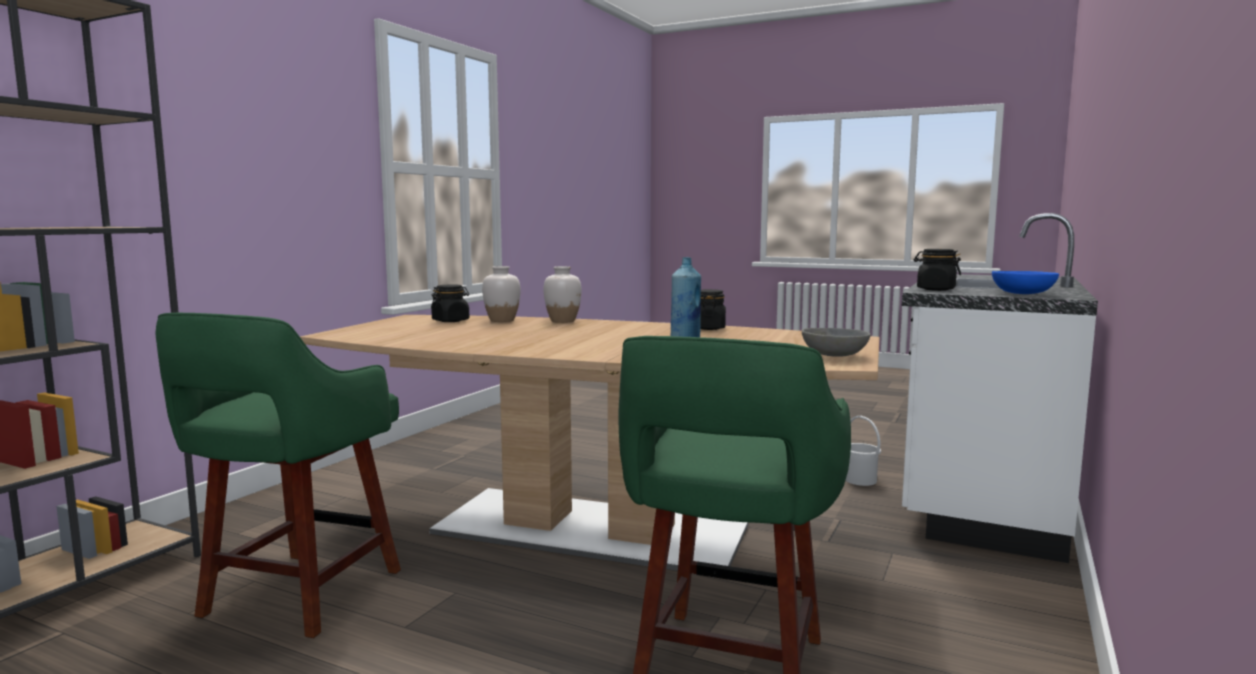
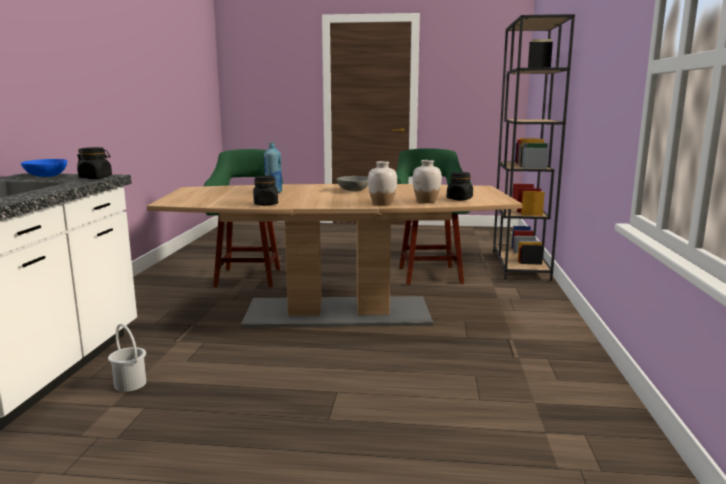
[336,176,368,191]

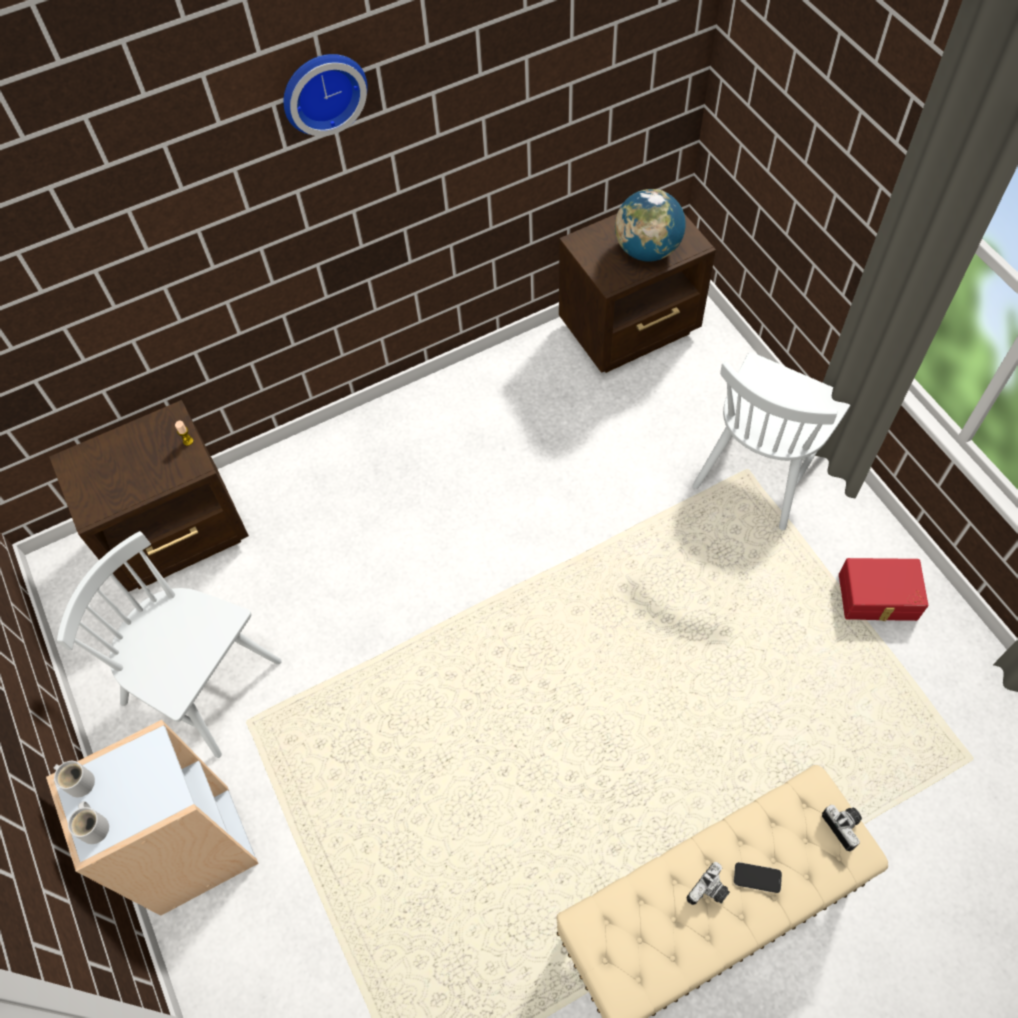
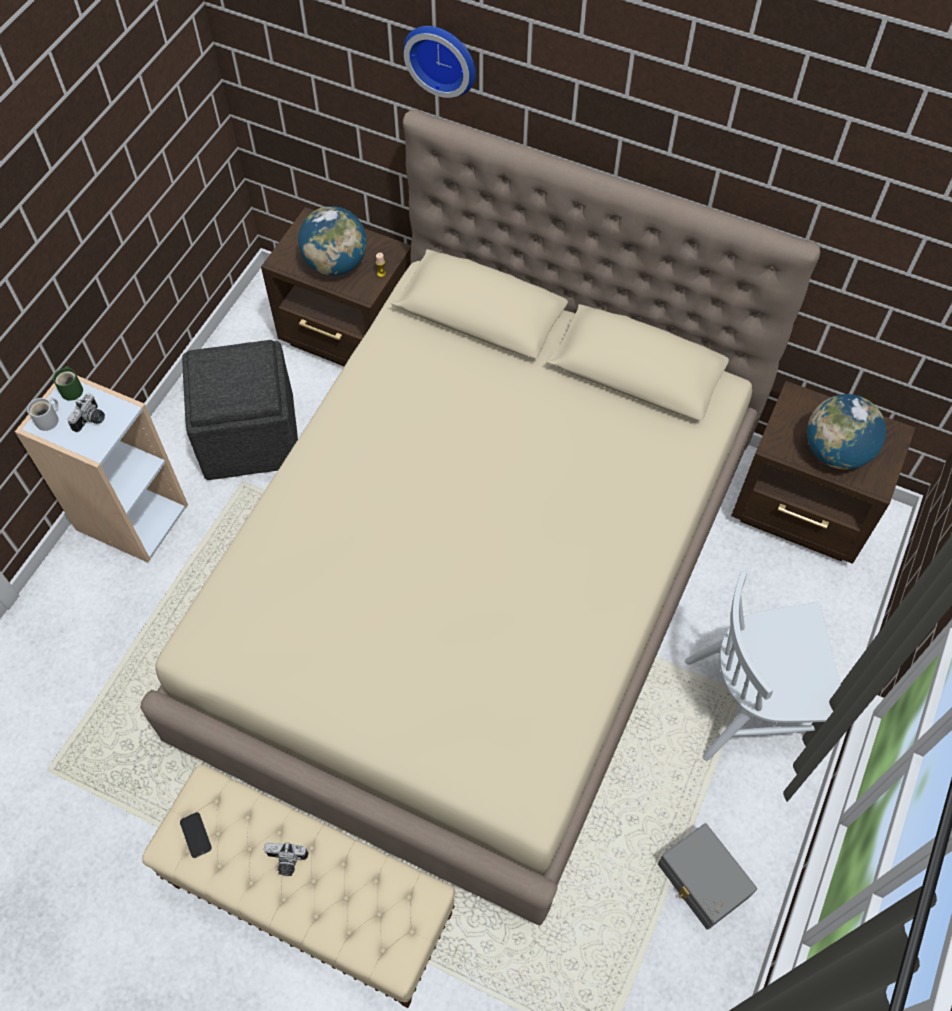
[53,366,83,401]
[67,393,105,432]
[140,109,820,926]
[180,812,212,858]
[182,340,298,480]
[298,206,367,276]
[404,26,476,98]
[658,823,757,930]

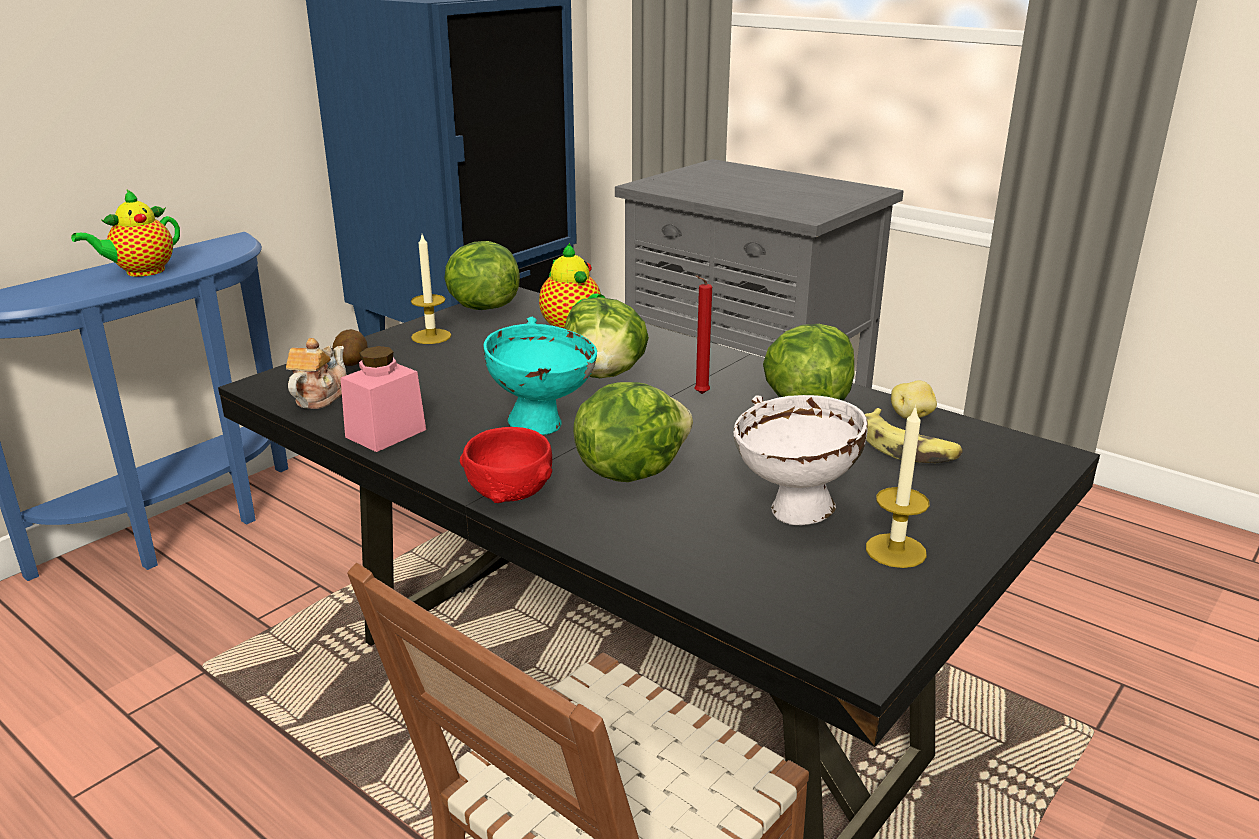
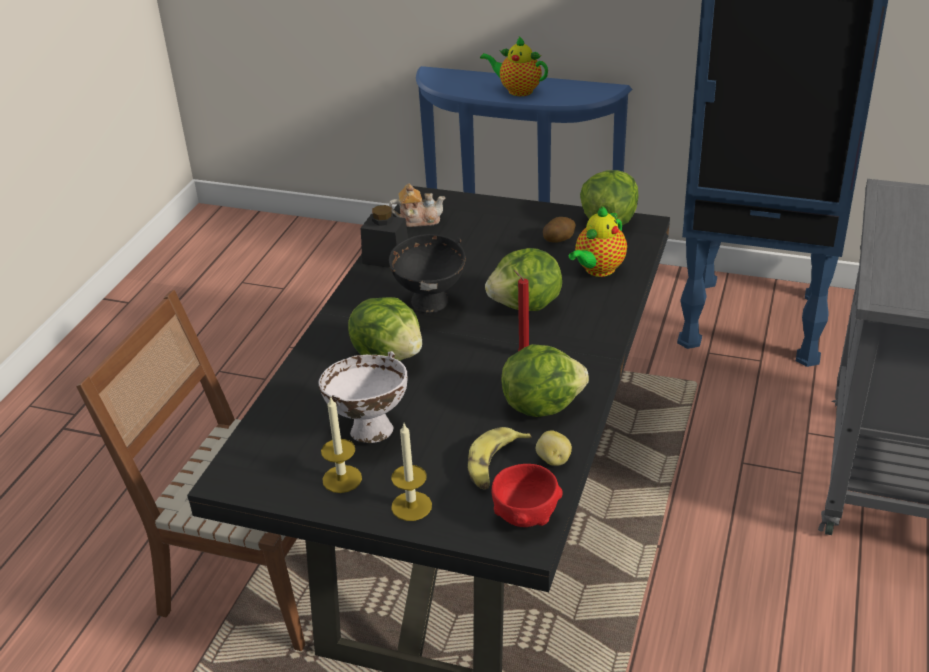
[361,205,408,268]
[389,234,466,313]
[391,424,432,521]
[492,464,563,527]
[543,217,576,243]

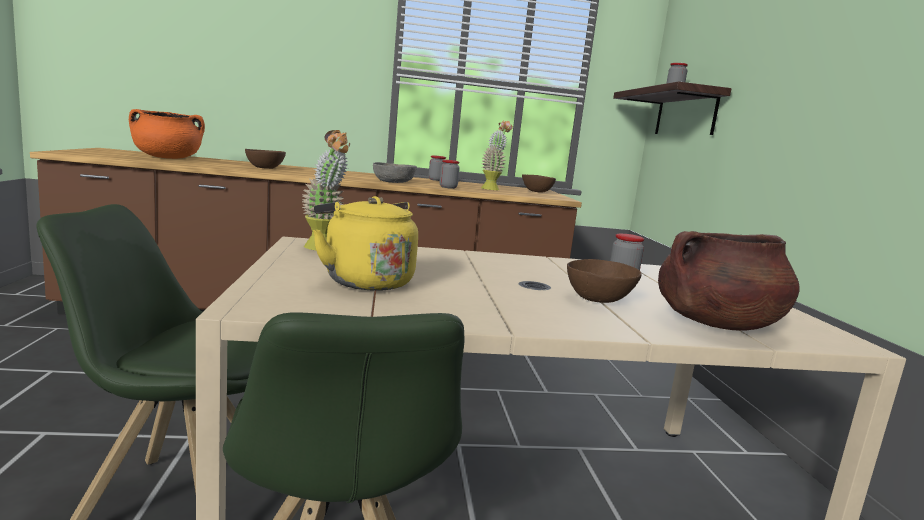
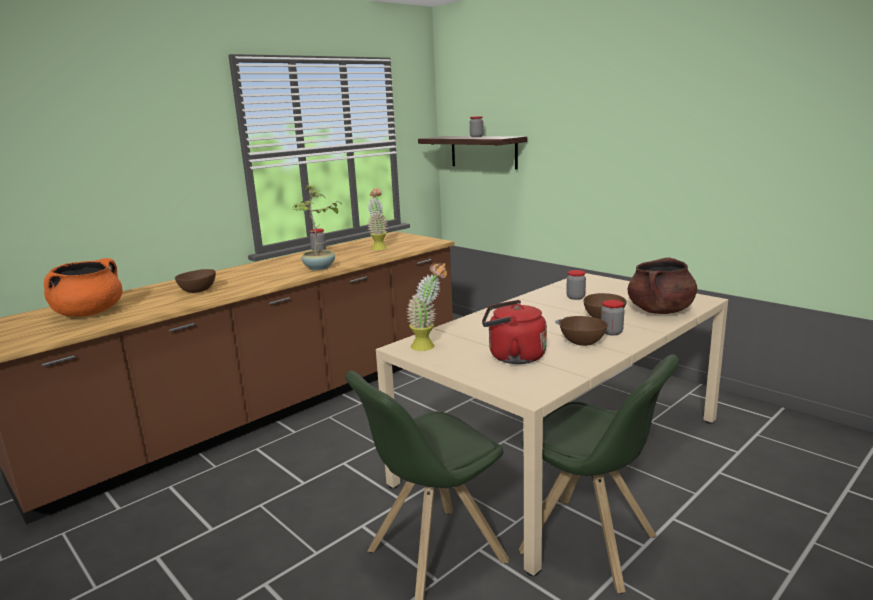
[292,185,342,270]
[482,300,547,364]
[559,316,608,346]
[601,300,624,335]

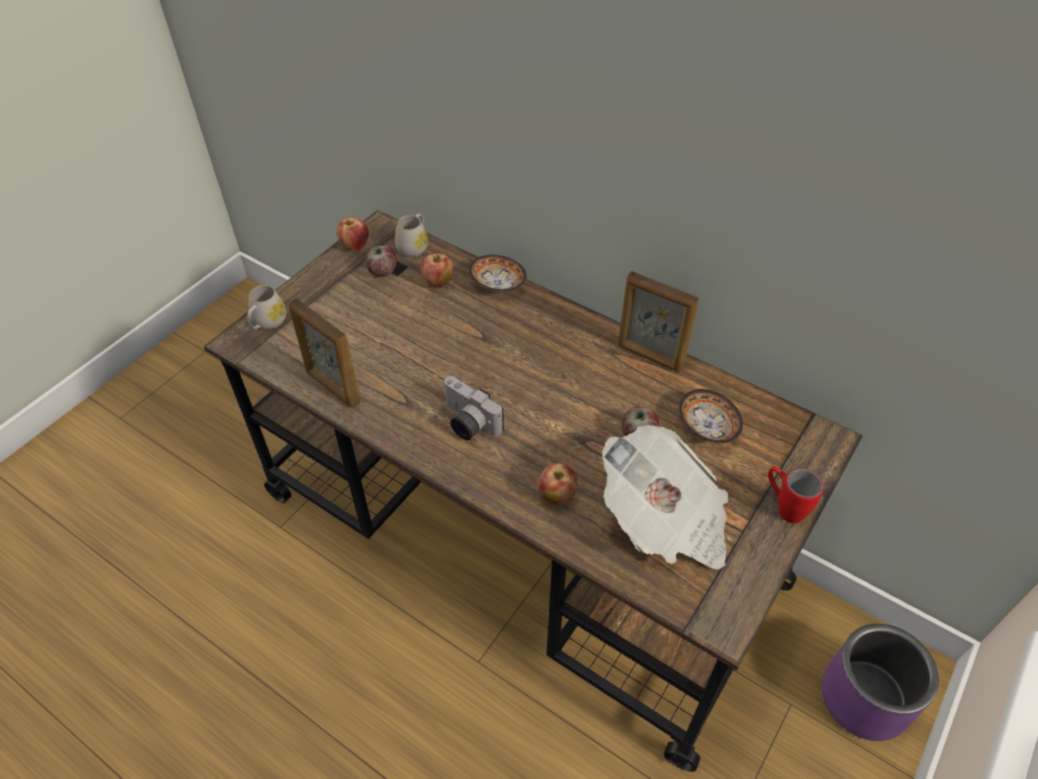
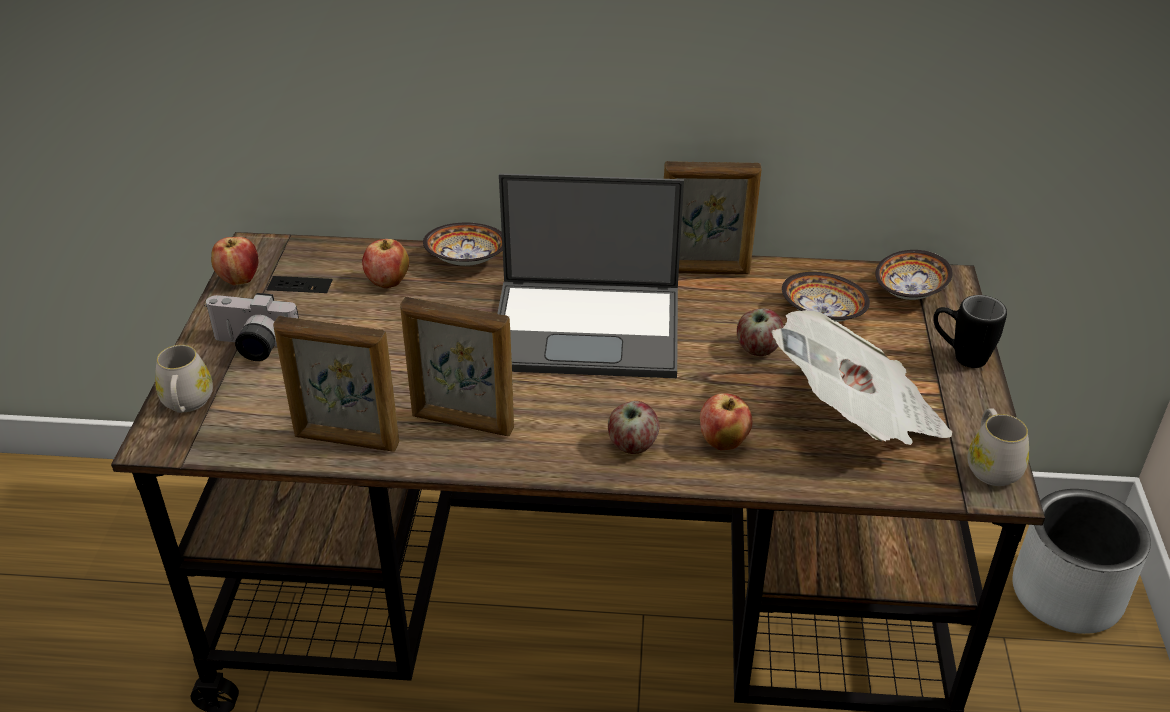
[204,293,299,361]
[400,297,514,436]
[497,173,684,378]
[608,401,659,454]
[875,250,953,300]
[933,295,1007,368]
[968,408,1029,486]
[1012,489,1151,634]

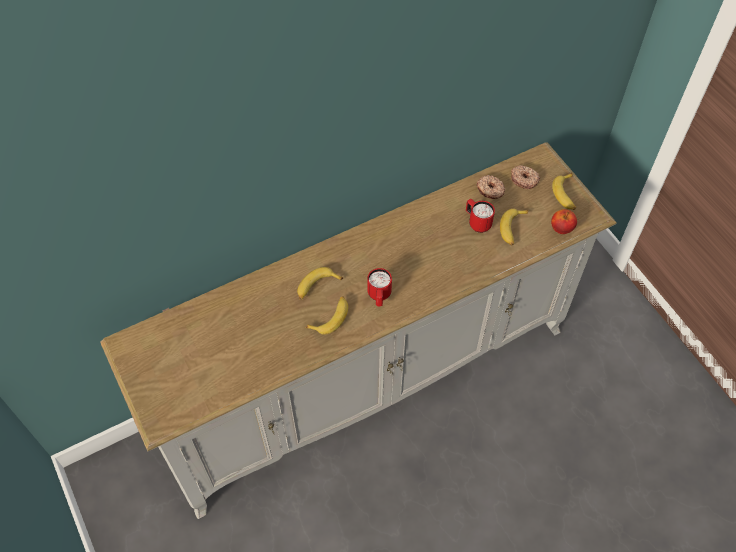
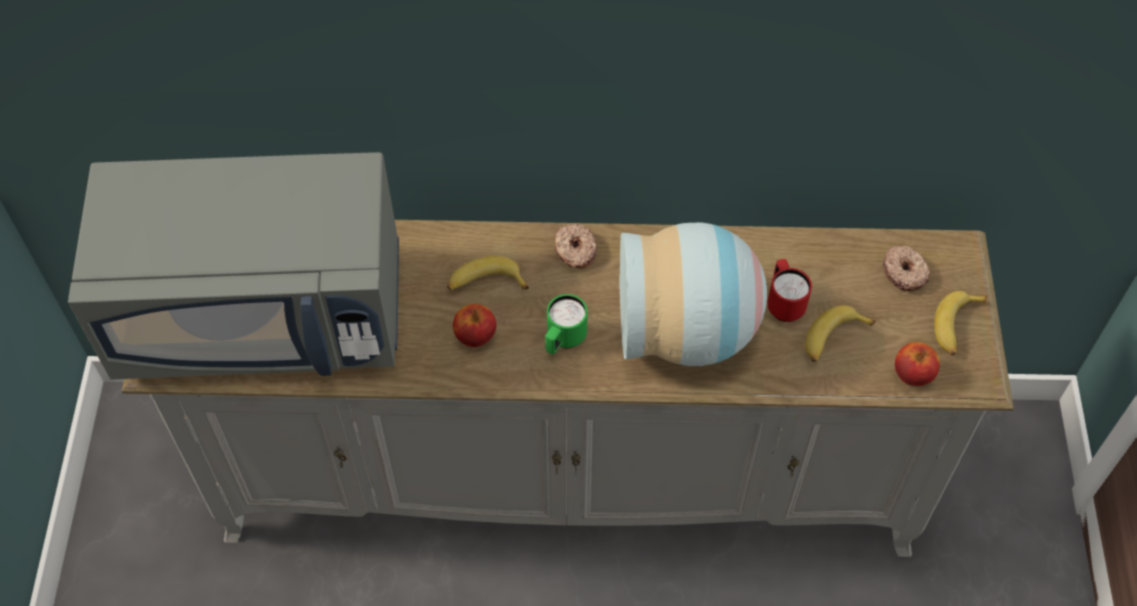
[68,152,399,380]
[453,304,497,347]
[545,294,588,354]
[554,224,597,269]
[619,222,767,366]

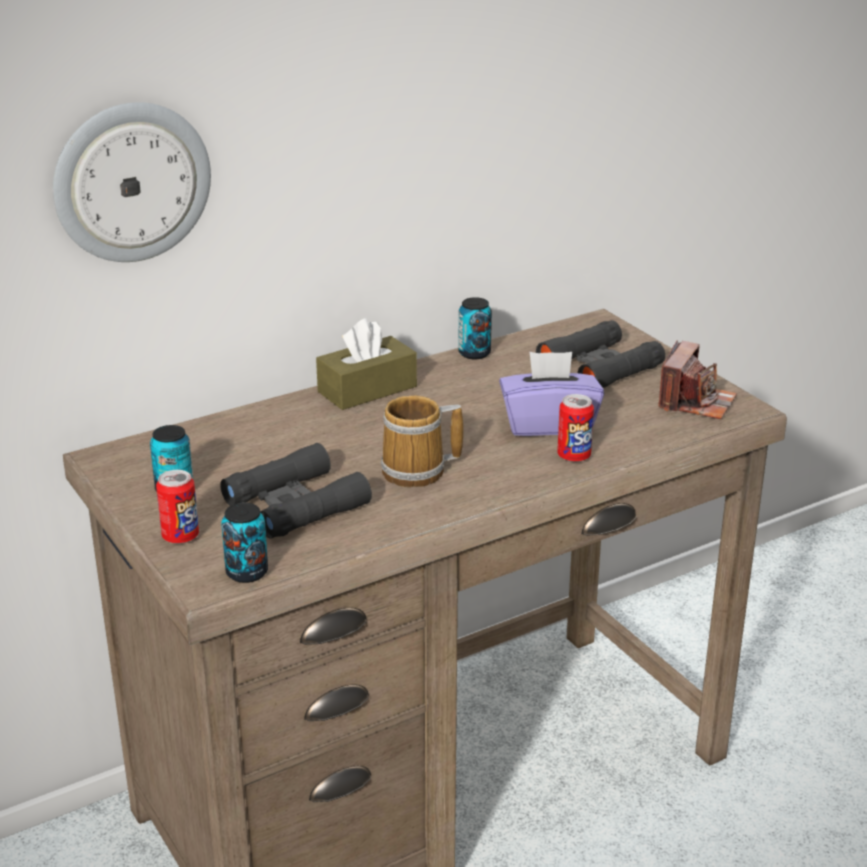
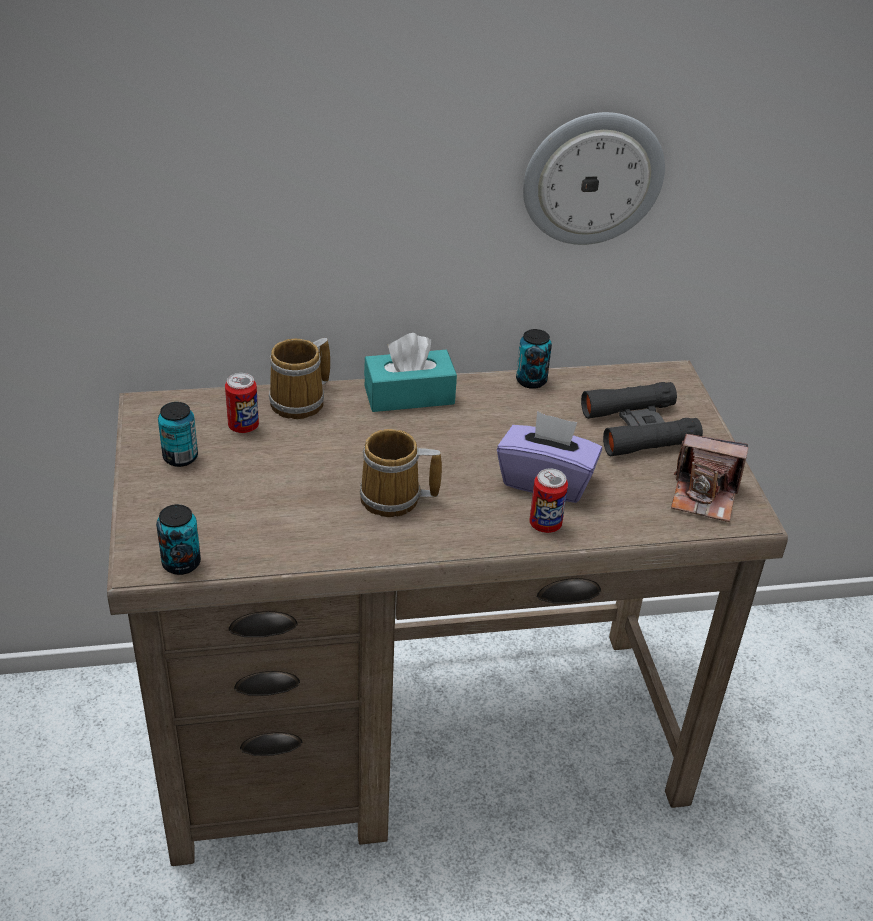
[225,373,259,433]
[269,338,330,419]
[364,333,457,412]
[523,112,665,245]
[671,434,748,522]
[220,443,372,539] (first image)

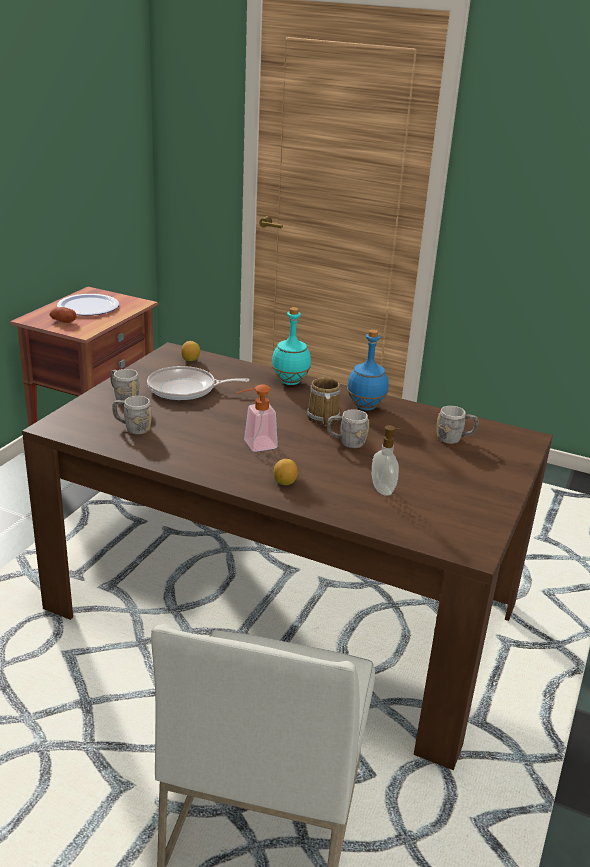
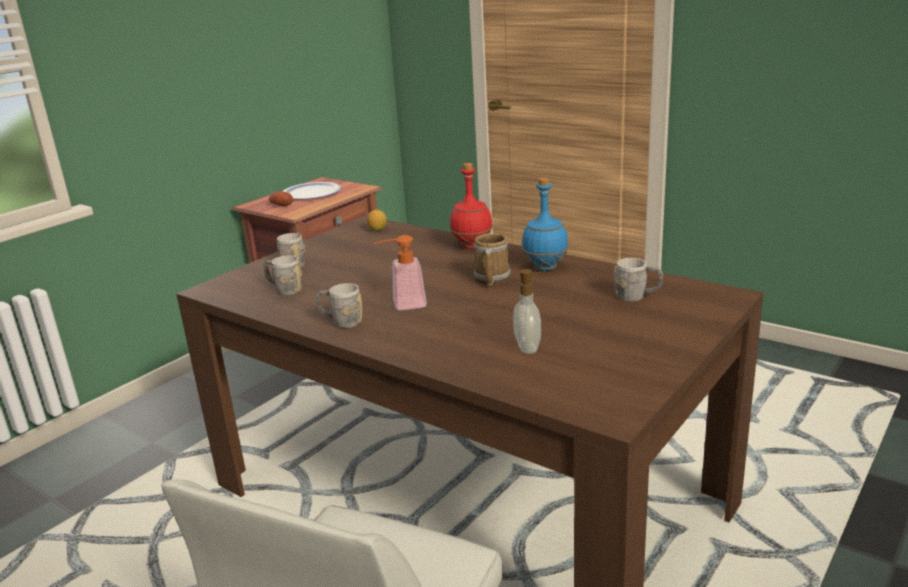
[315,283,362,328]
[450,163,493,249]
[147,366,250,401] (first image)
[274,459,298,485] (first image)

